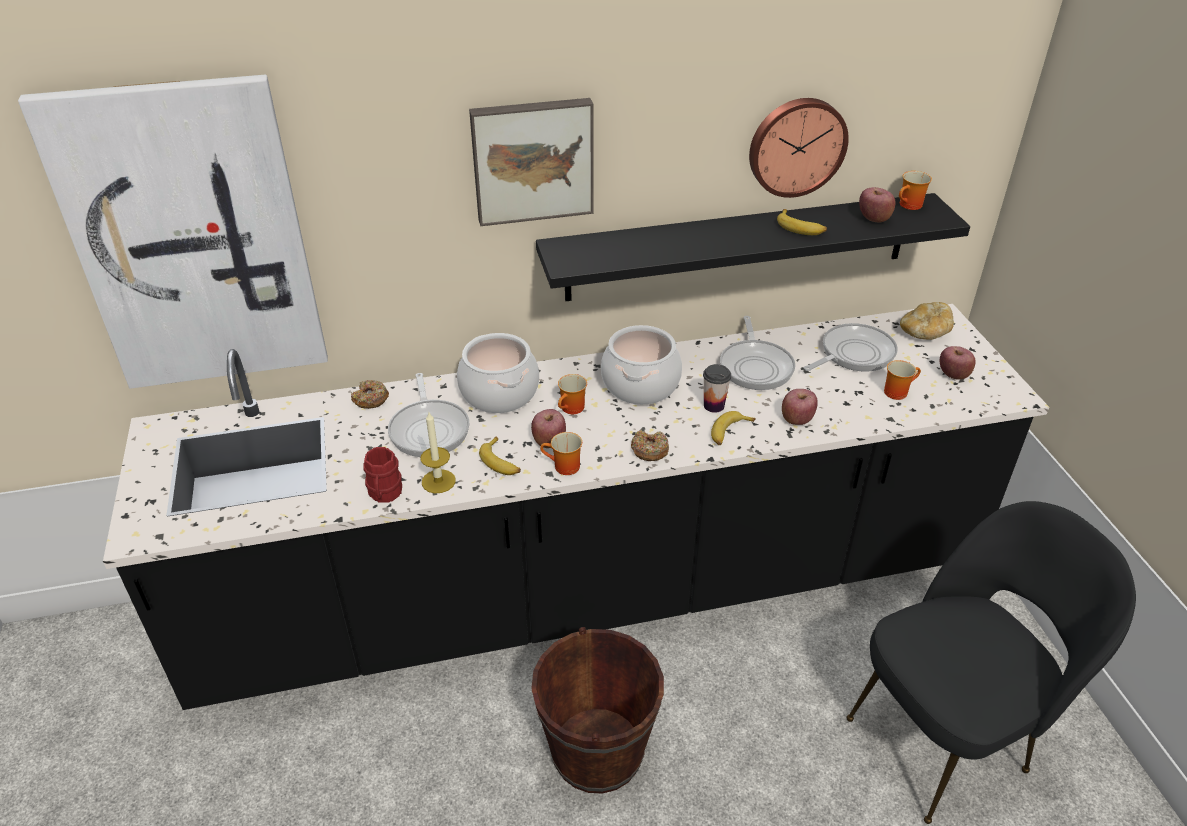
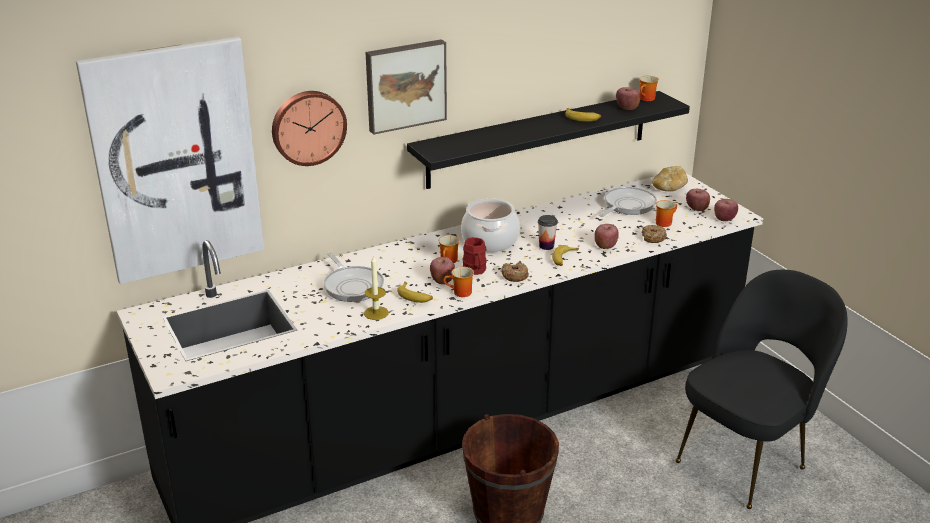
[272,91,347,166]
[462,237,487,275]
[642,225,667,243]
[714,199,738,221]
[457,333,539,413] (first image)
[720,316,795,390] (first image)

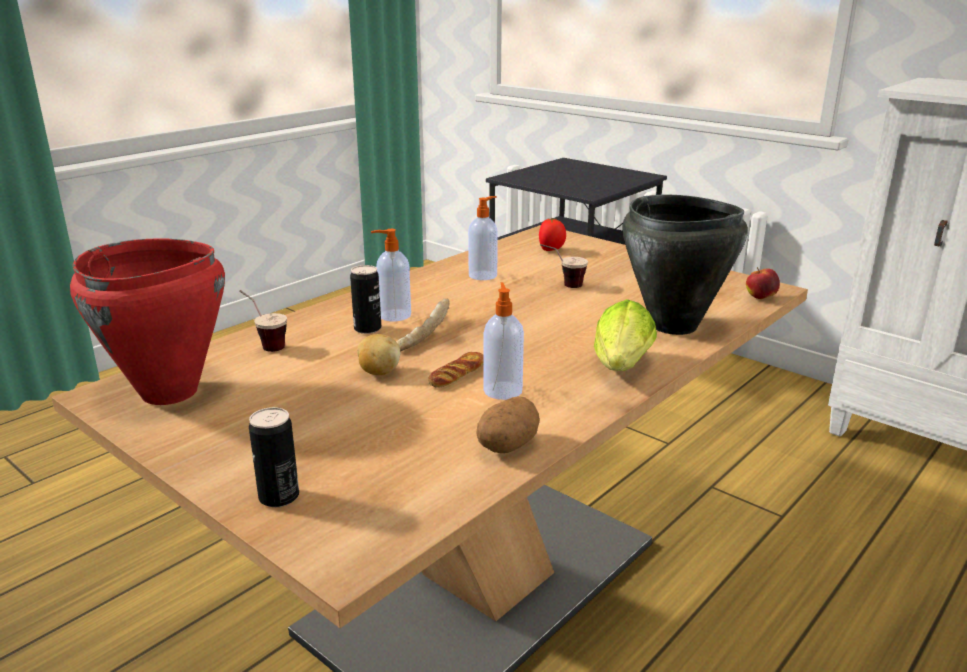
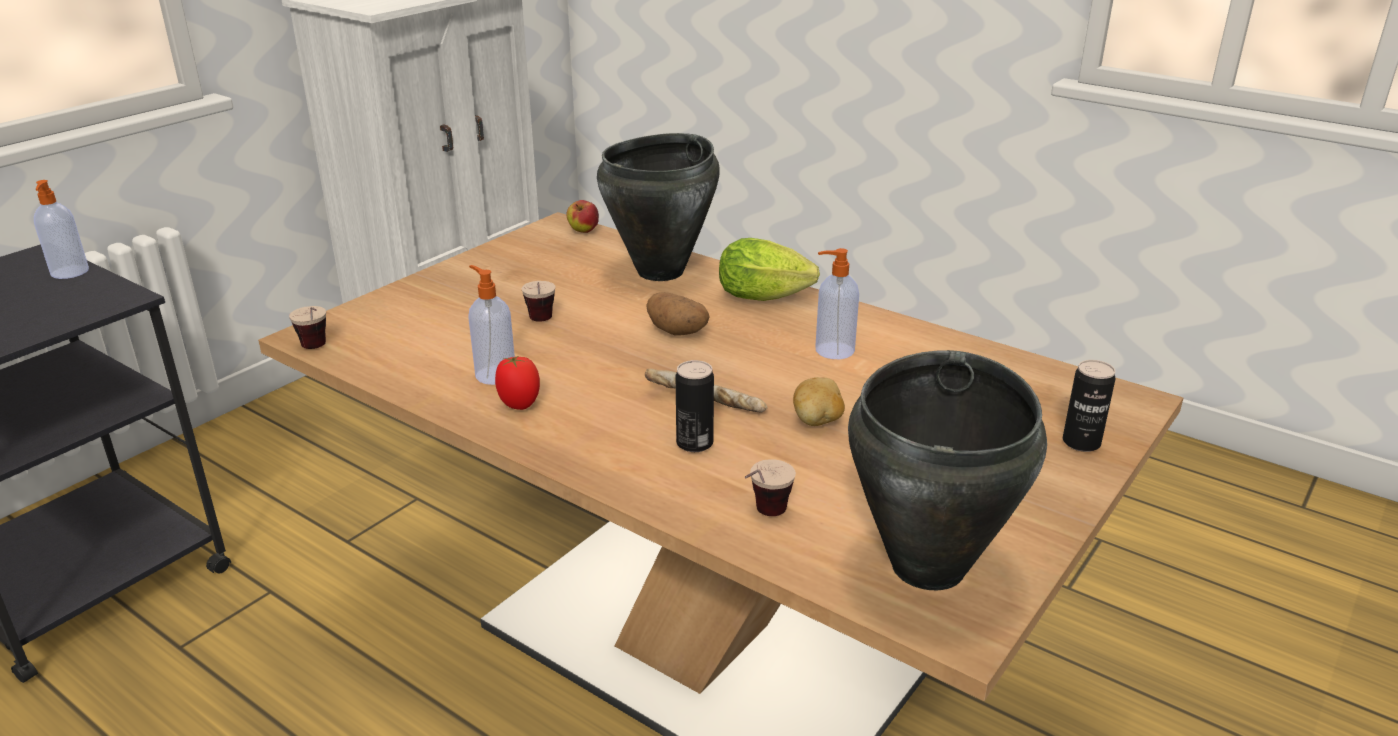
[34,180,89,279]
[289,306,326,349]
[495,356,540,410]
[646,292,710,335]
[848,350,1047,590]
[428,352,483,388] (first image)

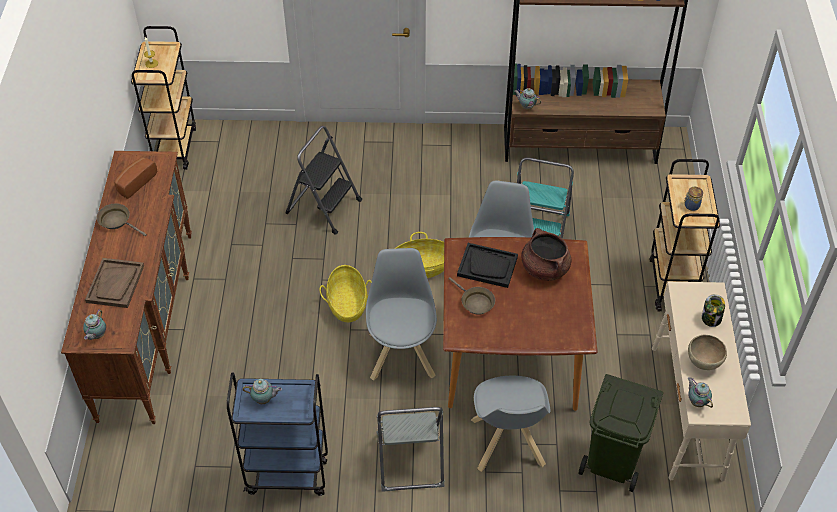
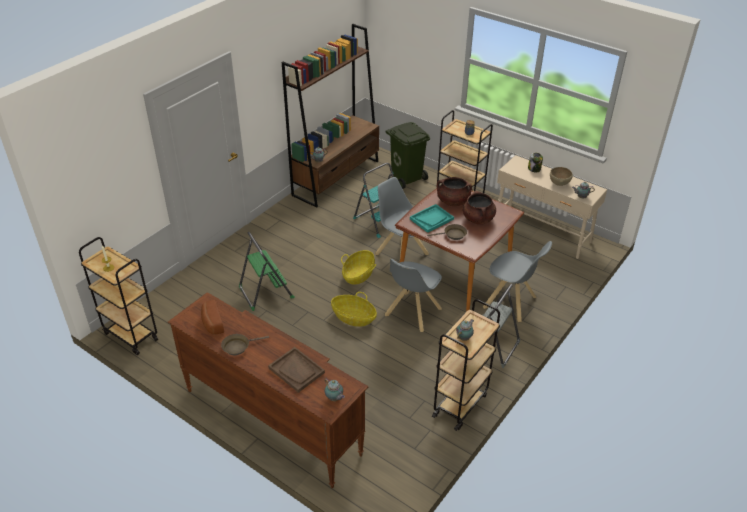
[239,232,295,311]
[385,259,442,332]
[386,122,430,189]
[410,204,454,233]
[432,299,500,431]
[463,191,496,225]

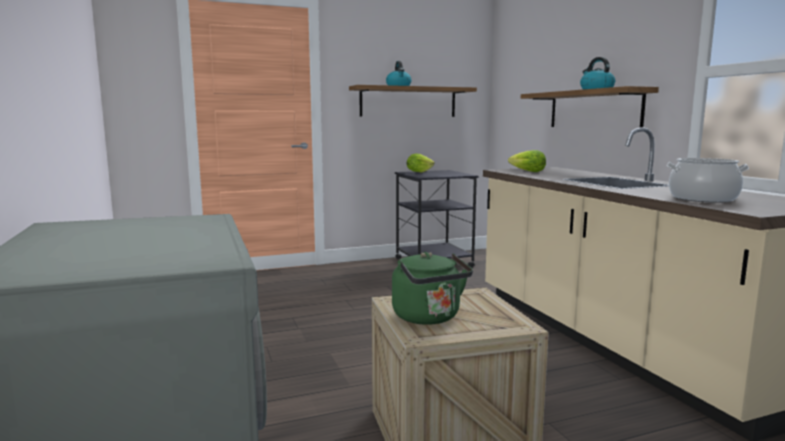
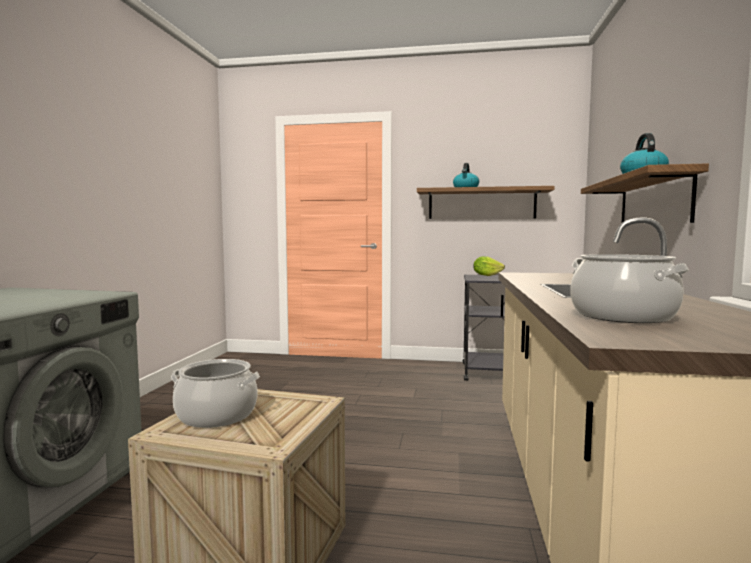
[171,359,260,428]
[508,150,546,172] (first image)

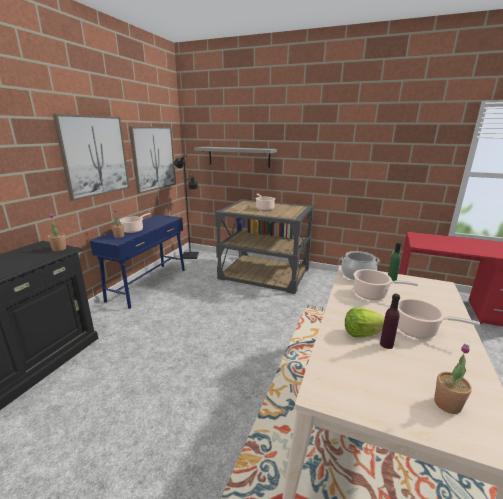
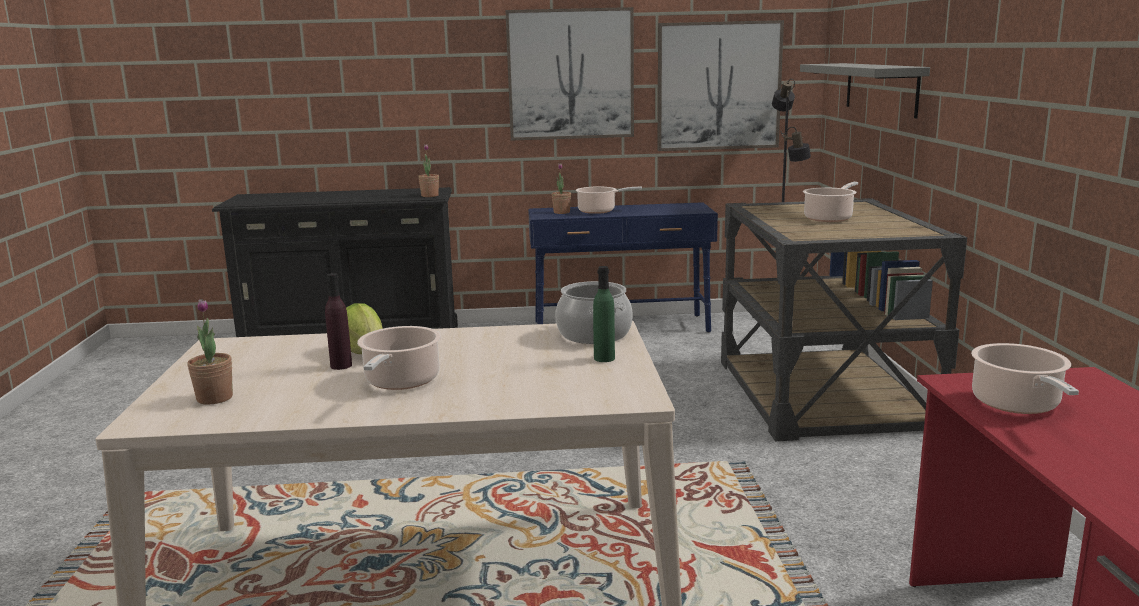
[971,343,1079,414]

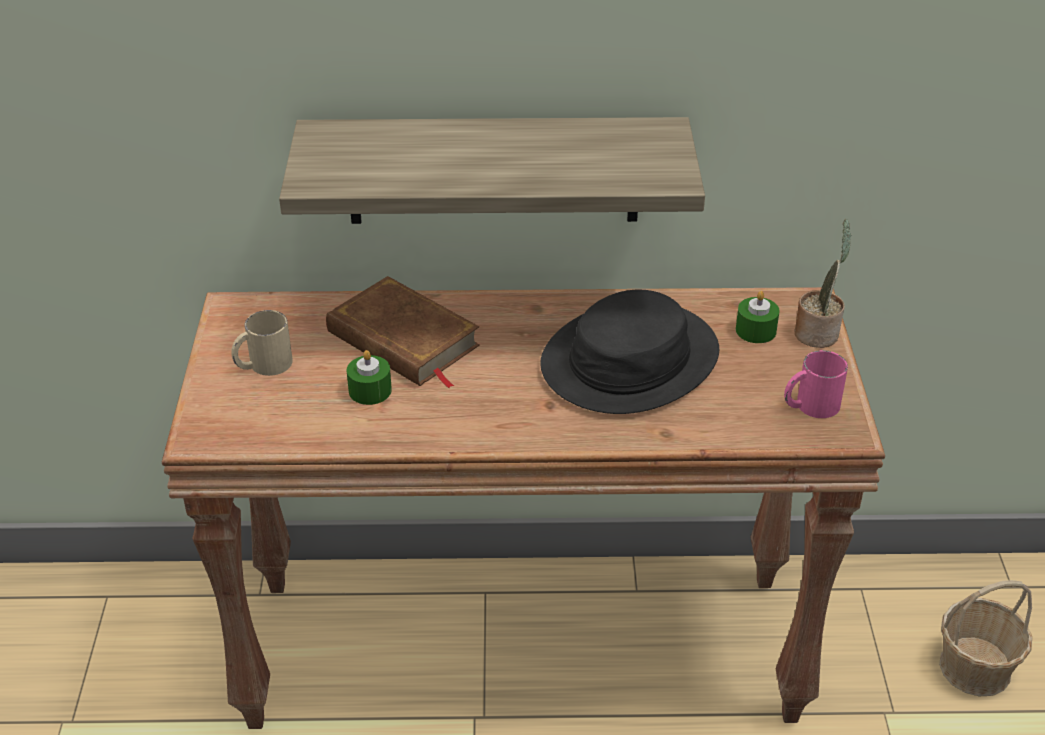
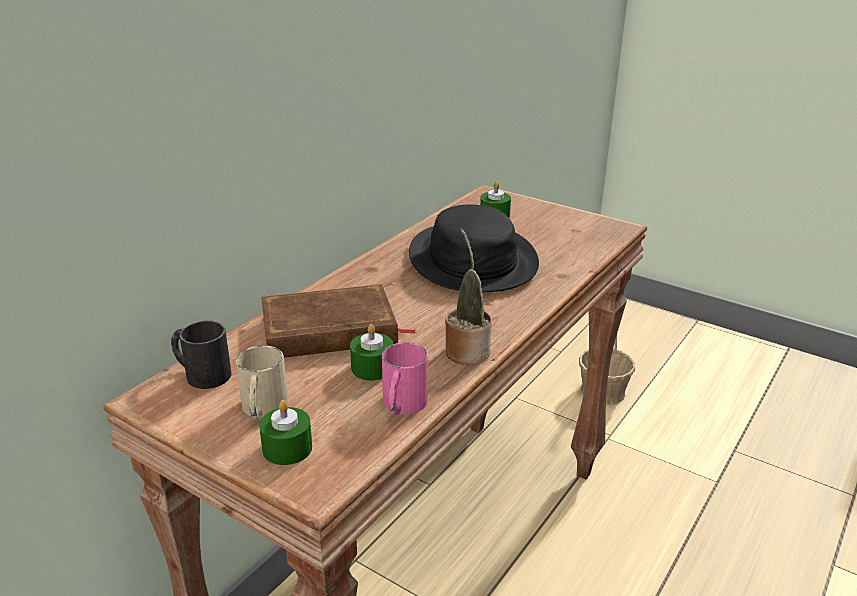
[171,320,231,389]
[259,400,312,465]
[382,342,428,415]
[445,228,492,365]
[279,117,705,224] (first image)

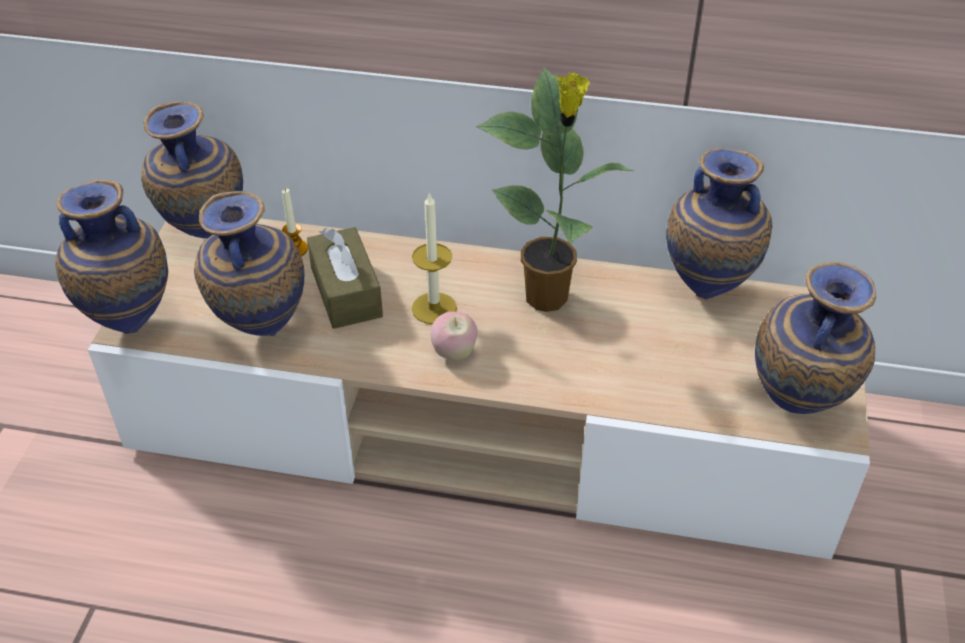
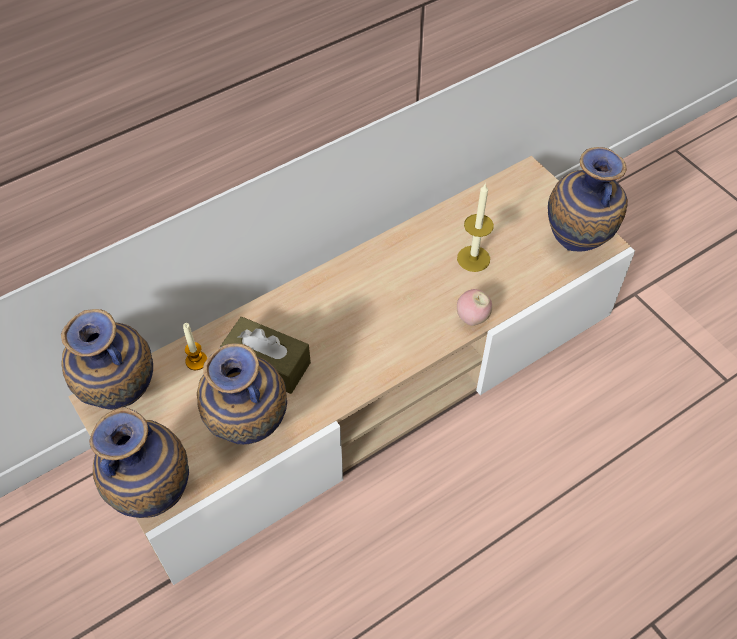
[457,183,494,272]
[457,289,492,326]
[476,67,634,312] (first image)
[666,148,772,300] (first image)

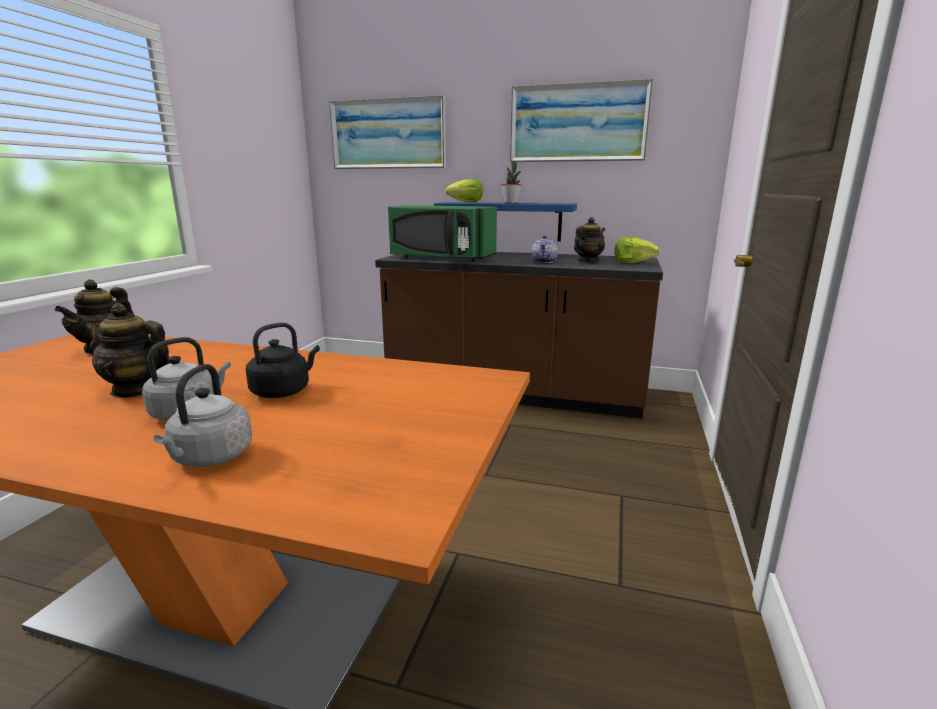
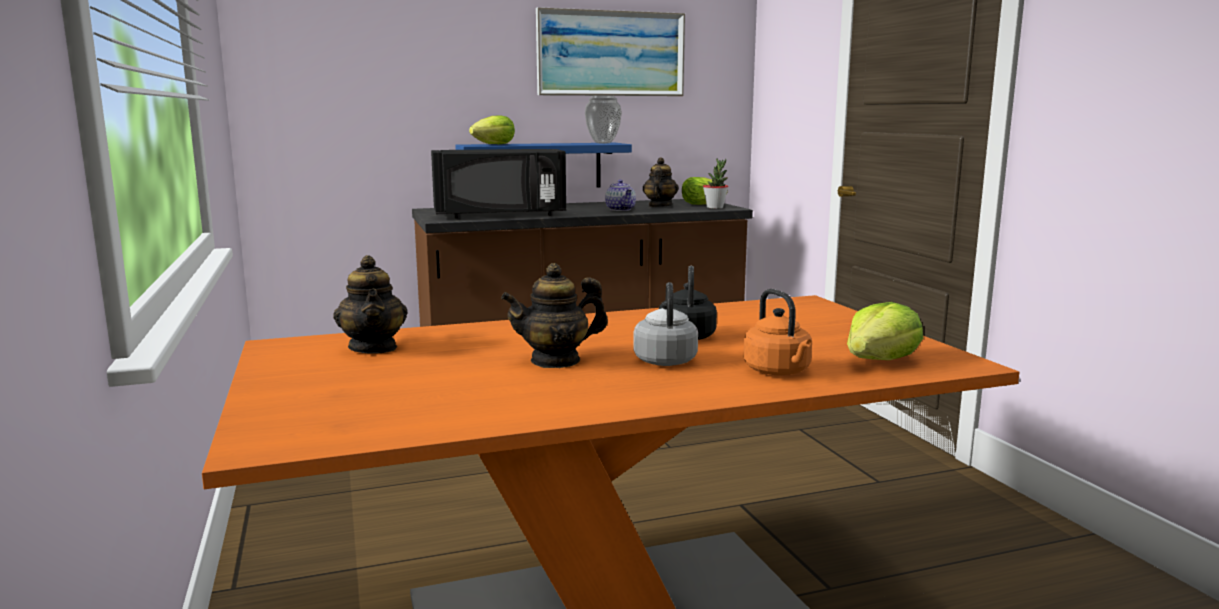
[431,149,566,219]
[585,95,622,143]
[703,158,728,209]
[743,289,812,375]
[847,302,923,360]
[329,95,446,169] (first image)

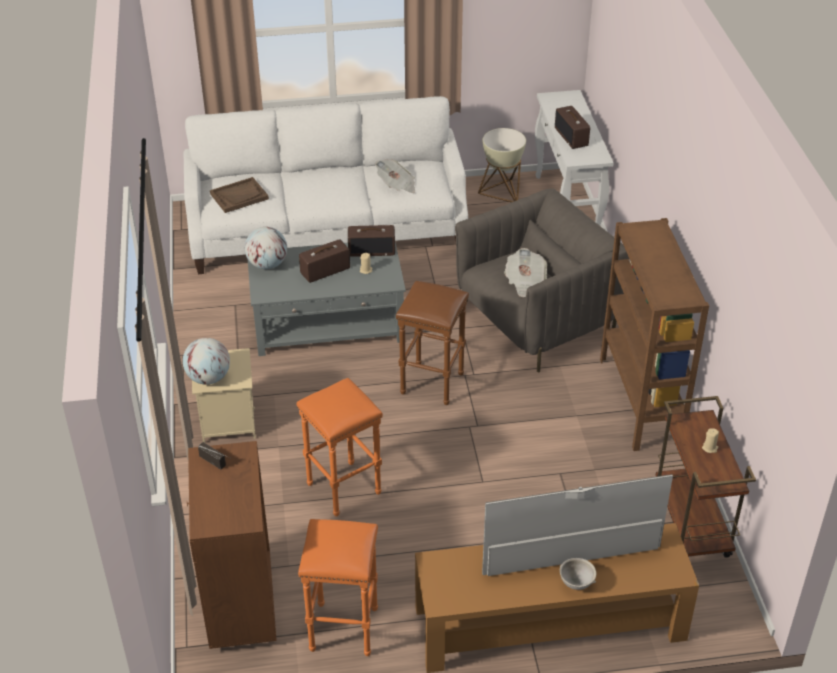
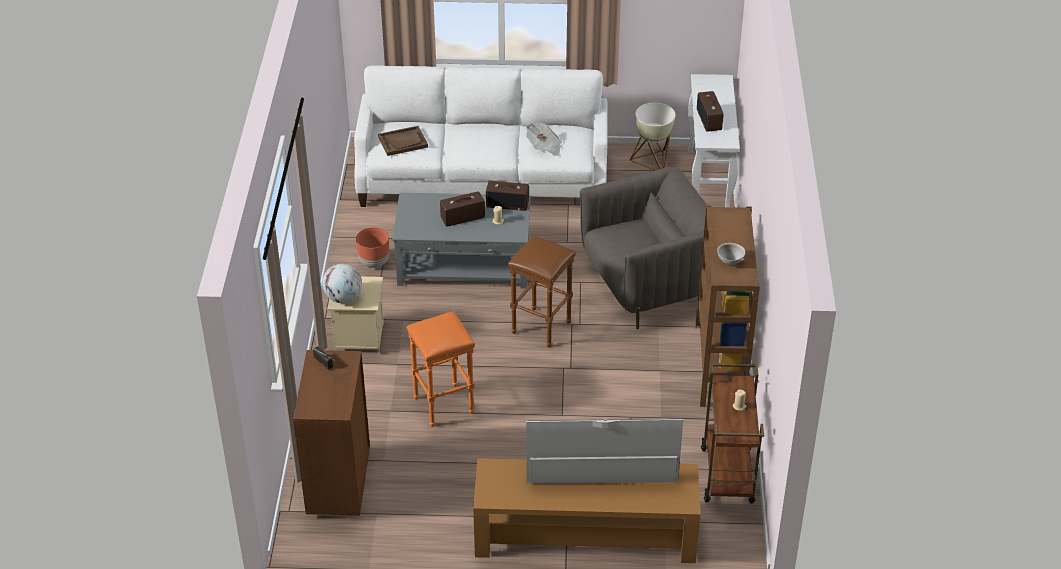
[356,227,389,268]
[717,243,745,265]
[245,227,287,269] (first image)
[298,519,378,656] (first image)
[504,248,547,297] (first image)

